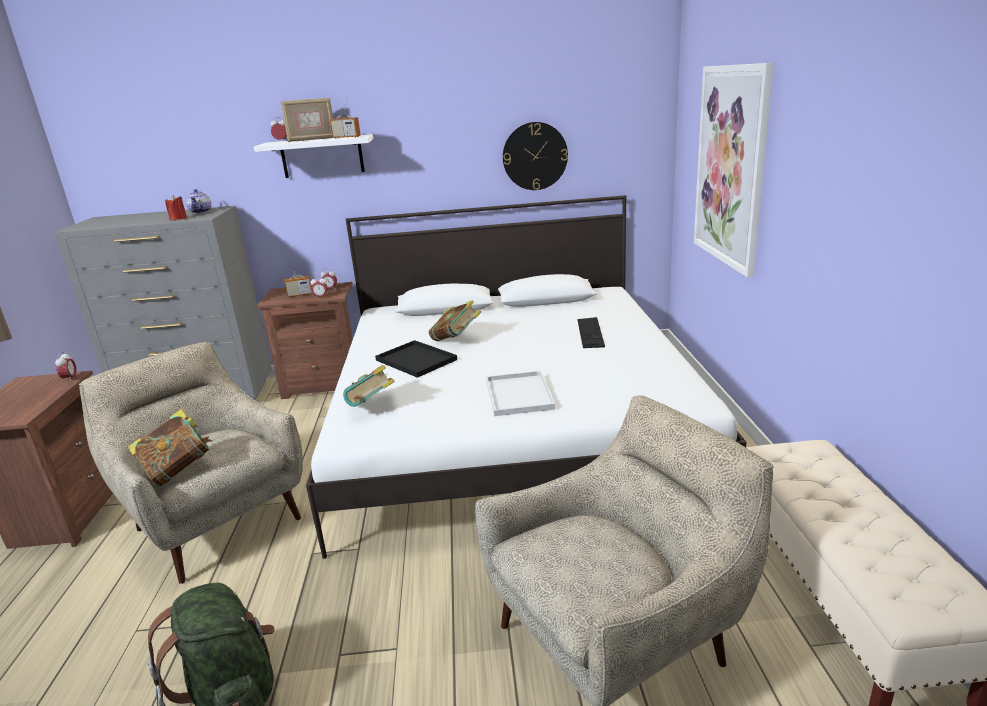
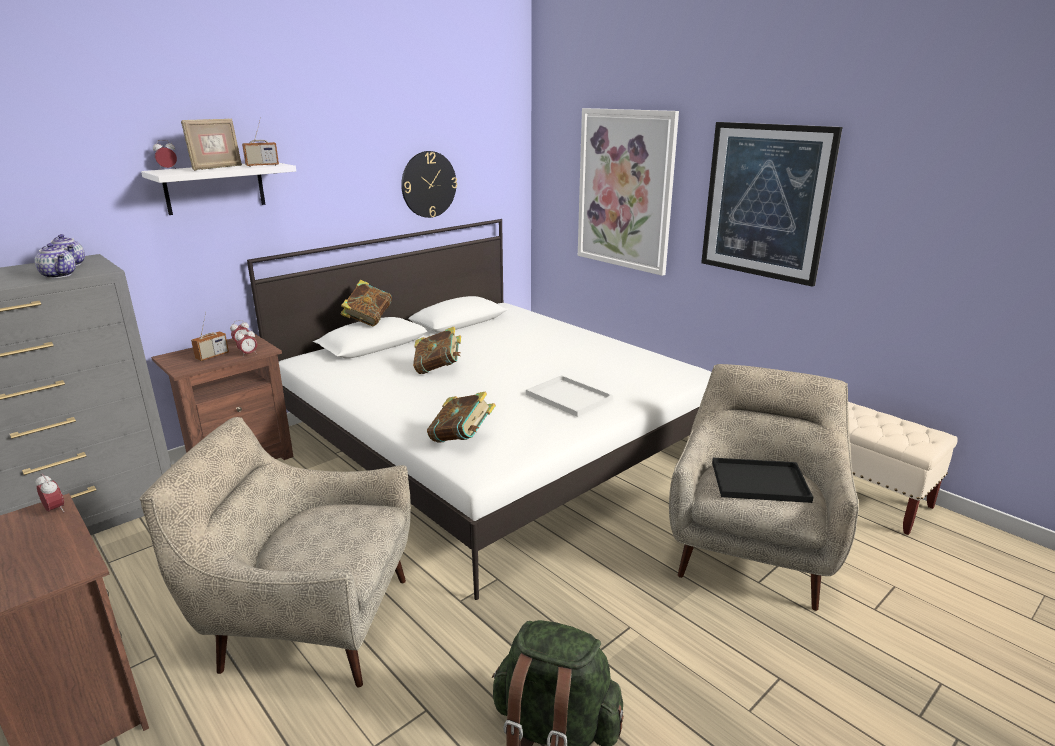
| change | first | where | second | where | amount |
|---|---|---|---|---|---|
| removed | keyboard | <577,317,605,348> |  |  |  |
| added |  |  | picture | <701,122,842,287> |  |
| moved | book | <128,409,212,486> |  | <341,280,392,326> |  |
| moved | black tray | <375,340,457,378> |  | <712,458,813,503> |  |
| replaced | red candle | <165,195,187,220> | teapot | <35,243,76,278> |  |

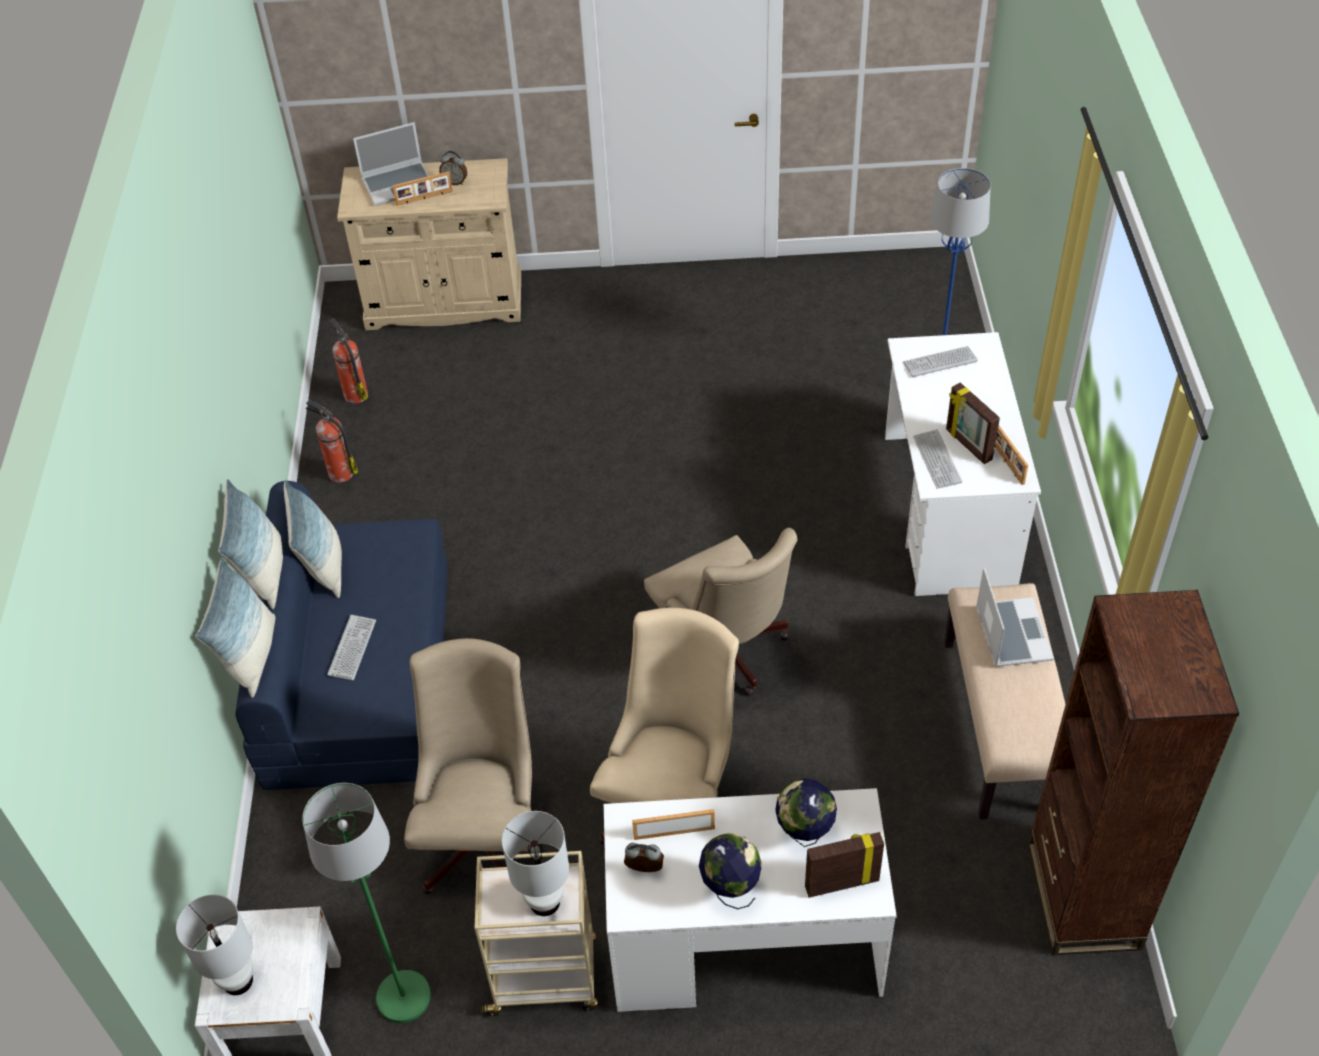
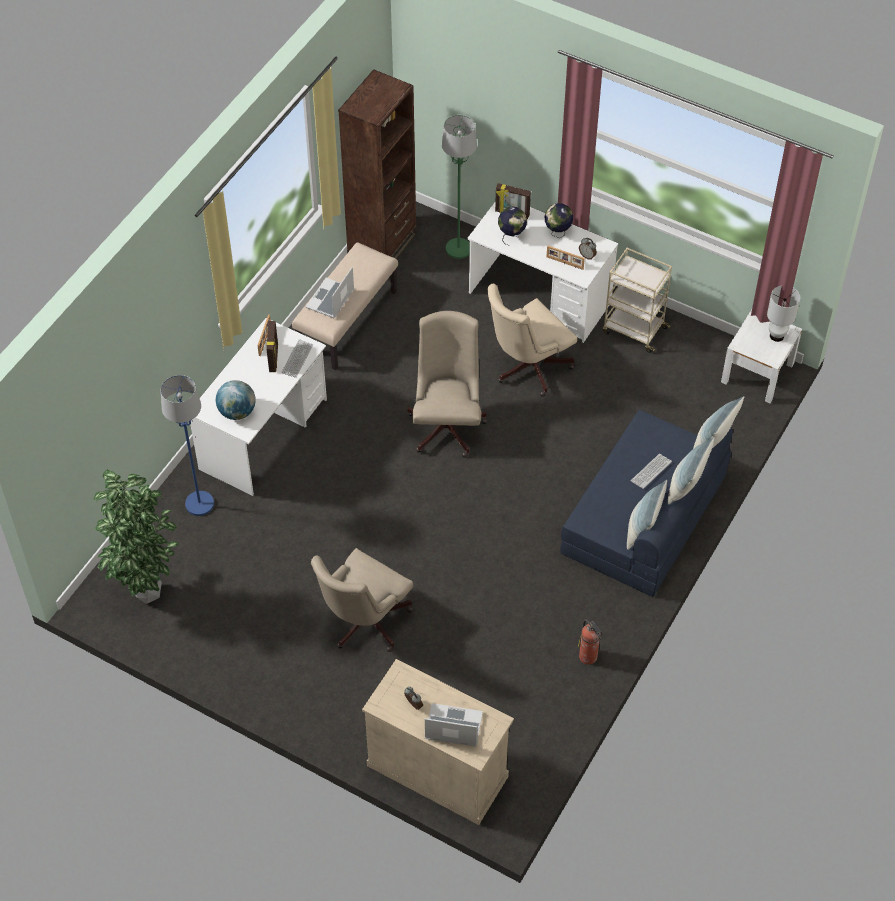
| change | first | where | second | where | amount |
|---|---|---|---|---|---|
| removed | fire extinguisher | <329,318,368,404> |  |  |  |
| removed | picture frame | <392,171,453,206> |  |  |  |
| removed | white table lamp | <502,811,569,916> |  |  |  |
| added |  |  | potted plant | <93,469,179,604> |  |
| moved | green floor lamp | <302,783,431,1023> |  | <442,115,477,259> |  |
| moved | beige office chair | <404,638,553,894> |  | <311,548,413,652> |  |
| replaced | keyboard | <903,346,978,377> | globe | <216,380,256,420> |  |

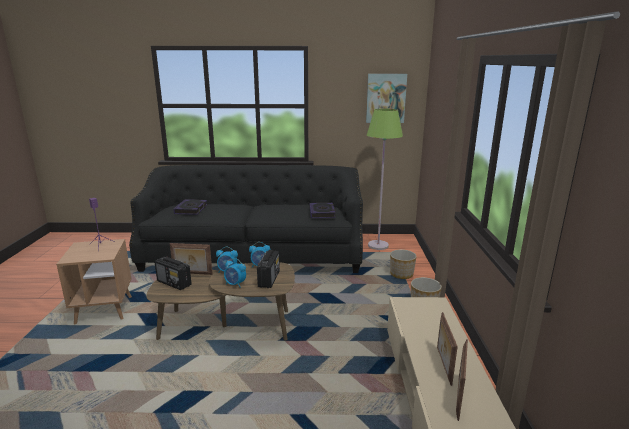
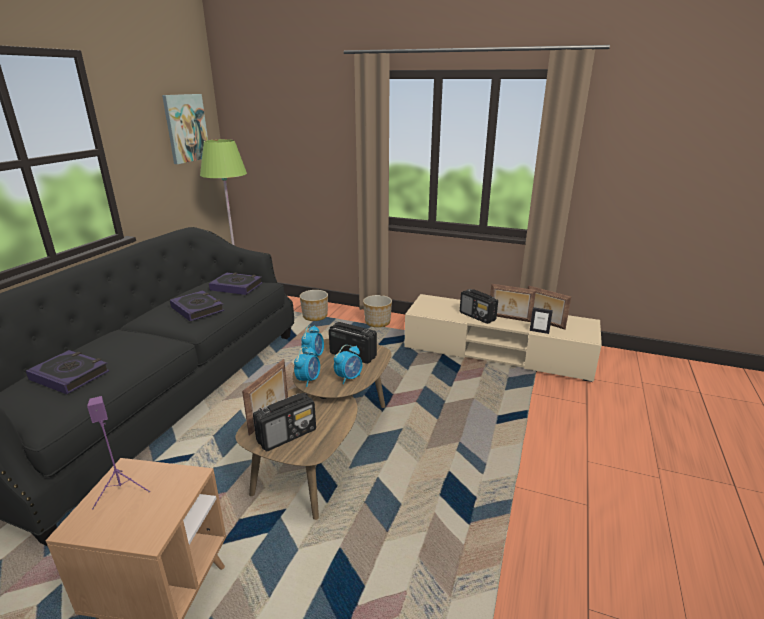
| change | first | where | second | where | amount |
|---|---|---|---|---|---|
| added |  |  | book | <170,291,224,321> |  |
| added |  |  | radio | <460,289,498,324> |  |
| added |  |  | picture frame | <530,307,553,334> |  |

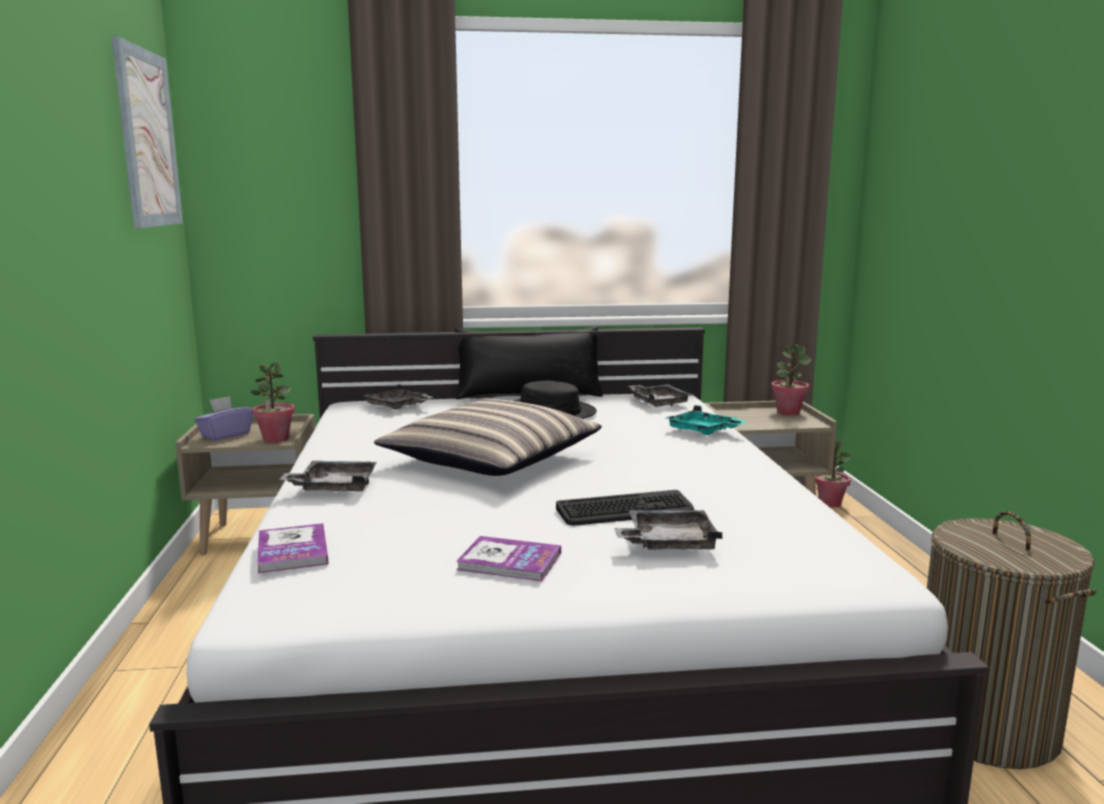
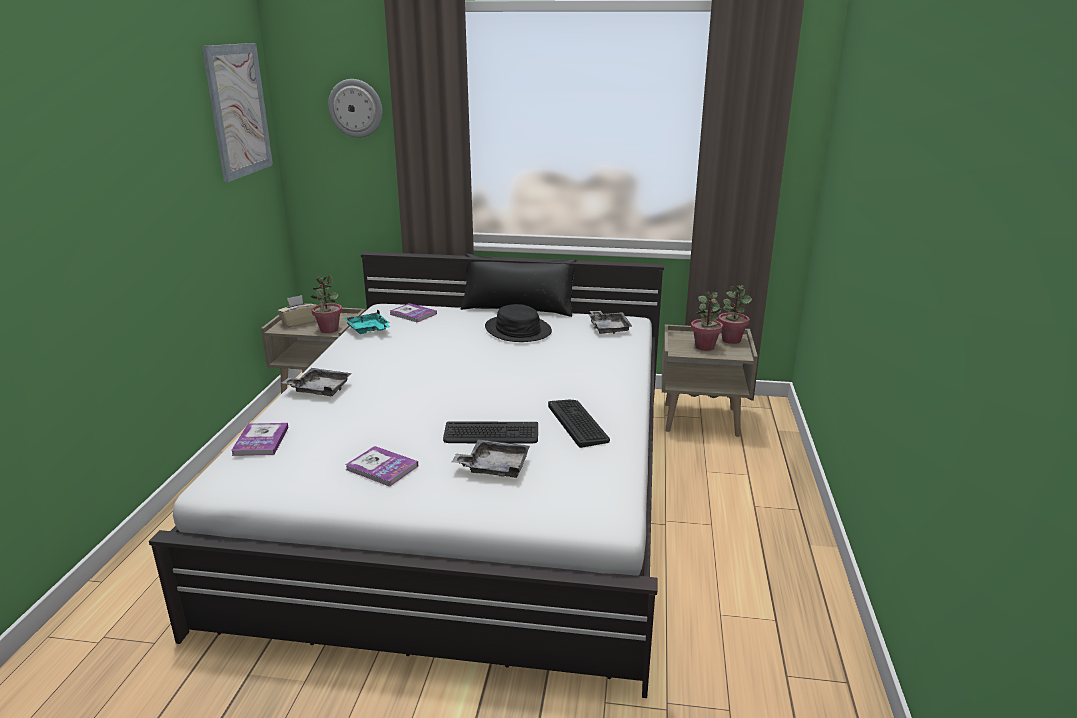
| change | first | where | second | where | amount |
|---|---|---|---|---|---|
| removed | pillow | <374,399,602,476> |  |  |  |
| removed | laundry basket | <927,511,1096,769> |  |  |  |
| added |  |  | wall clock | <328,79,383,138> |  |
| added |  |  | keyboard | <548,400,610,448> |  |
| moved | turquoise tray | <665,405,747,435> |  | <344,309,390,334> |  |
| moved | potted plant | <815,441,851,507> |  | <691,291,723,351> |  |
| replaced | grey tray | <363,384,433,410> | book | <390,303,437,322> |  |
| recoloured | purple tissue box | <194,396,253,441> | beige tissue box | <277,295,316,328> |  |

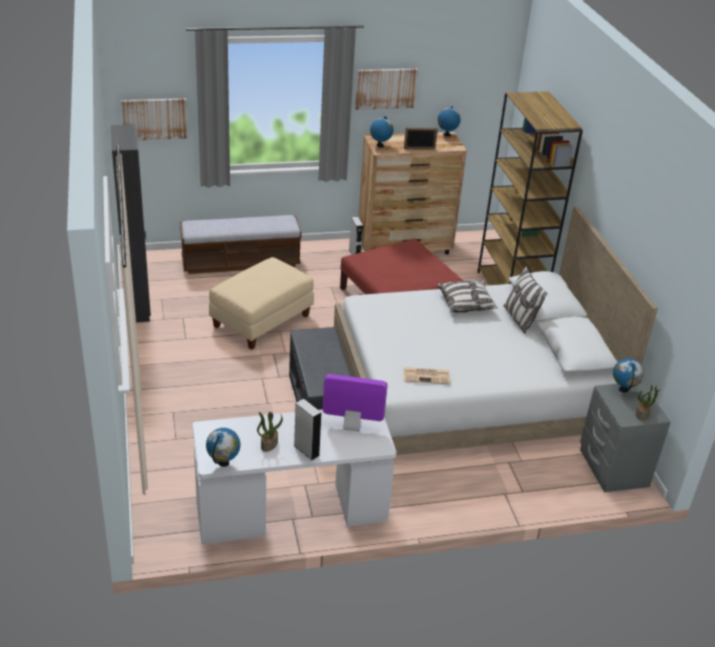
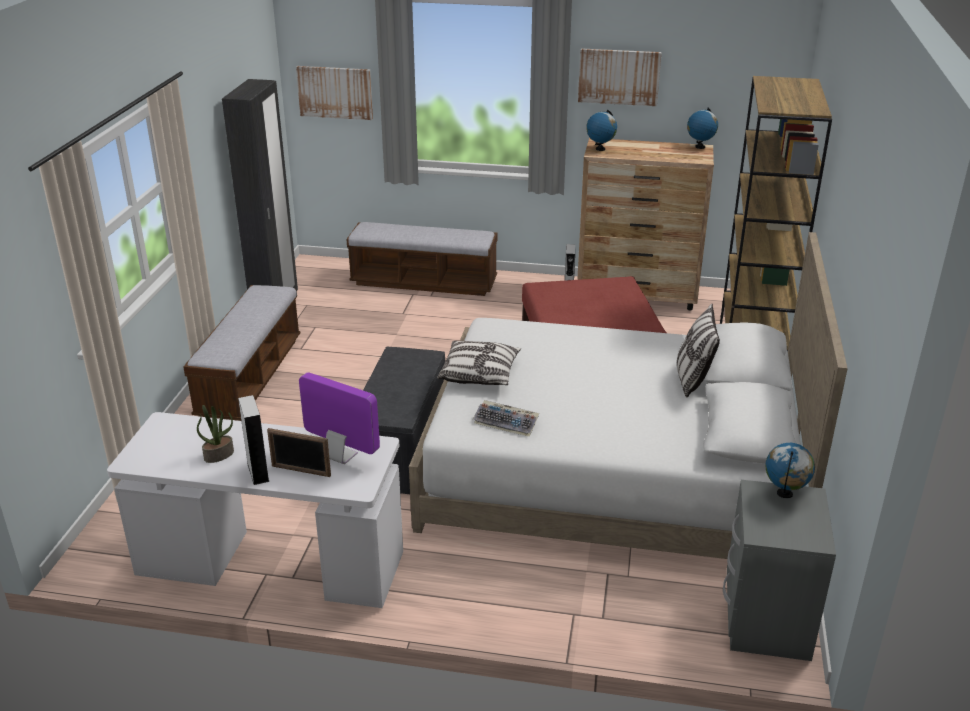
| change | first | where | second | where | amount |
|---|---|---|---|---|---|
| removed | globe | <206,428,240,467> |  |  |  |
| removed | beige ottoman | <209,257,314,350> |  |  |  |
| removed | potted plant | <636,385,662,420> |  |  |  |
| added |  |  | bench | <183,285,300,421> |  |
| moved | picture frame | <404,128,438,150> |  | <267,428,331,477> |  |
| moved | pillow | <437,280,498,312> |  | <437,341,521,385> |  |
| replaced | newspaper | <404,367,450,384> | keyboard | <473,400,539,437> |  |

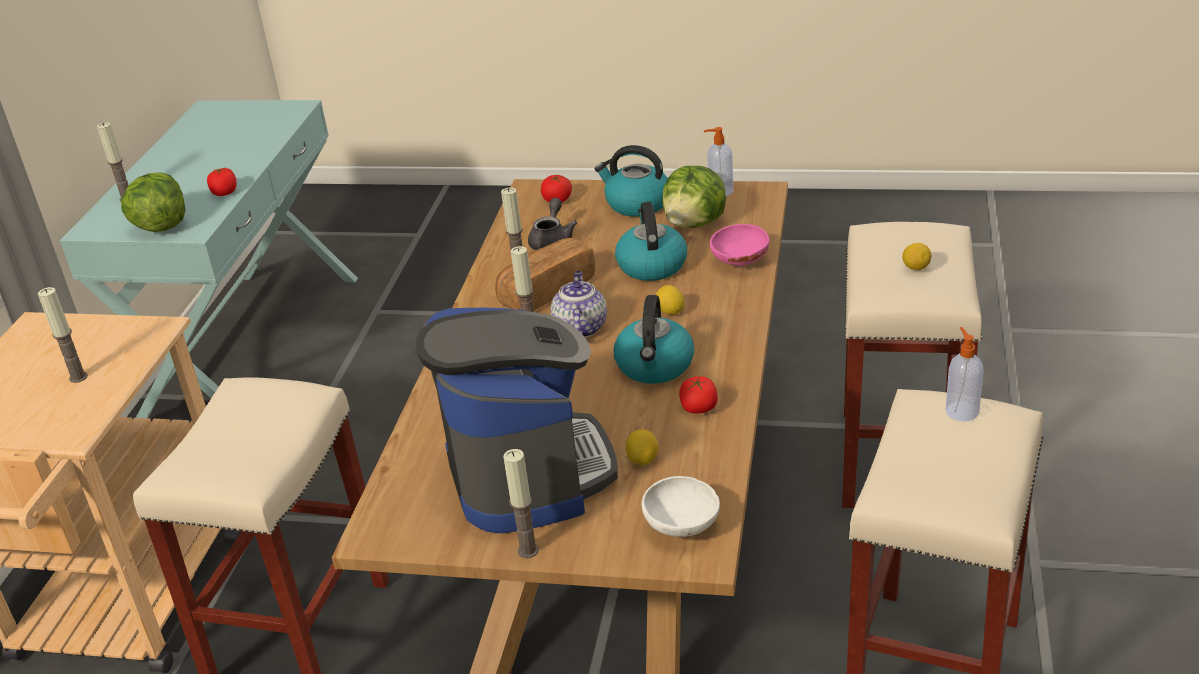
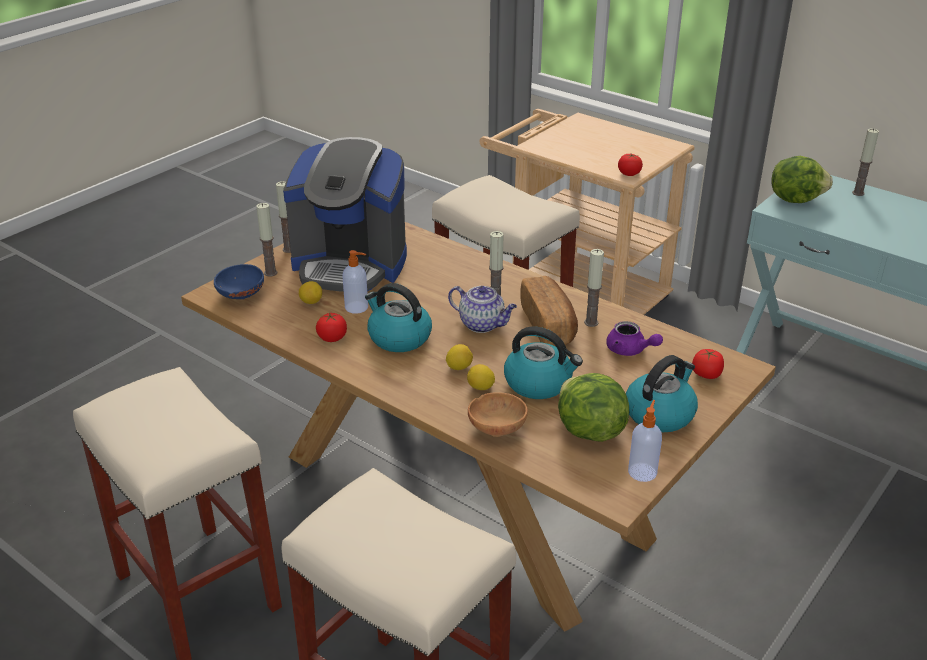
| change | first | where | second | where | amount |
|---|---|---|---|---|---|
| moved | candle | <38,287,88,383> |  | <256,203,278,276> |  |
| moved | tomato | <207,167,237,196> |  | <618,154,643,176> |  |
| moved | lemon | <902,243,931,270> |  | <467,364,495,390> |  |
| moved | soap dispenser | <946,327,984,421> |  | <342,250,368,314> |  |
| recoloured | grey teapot | <528,198,577,250> | purple teapot | <606,321,663,356> |  |
| recoloured | white bowl | <641,476,720,537> | blue bowl | <214,264,264,299> |  |
| recoloured | pink bowl | <710,224,769,266> | brown bowl | <468,392,528,437> |  |

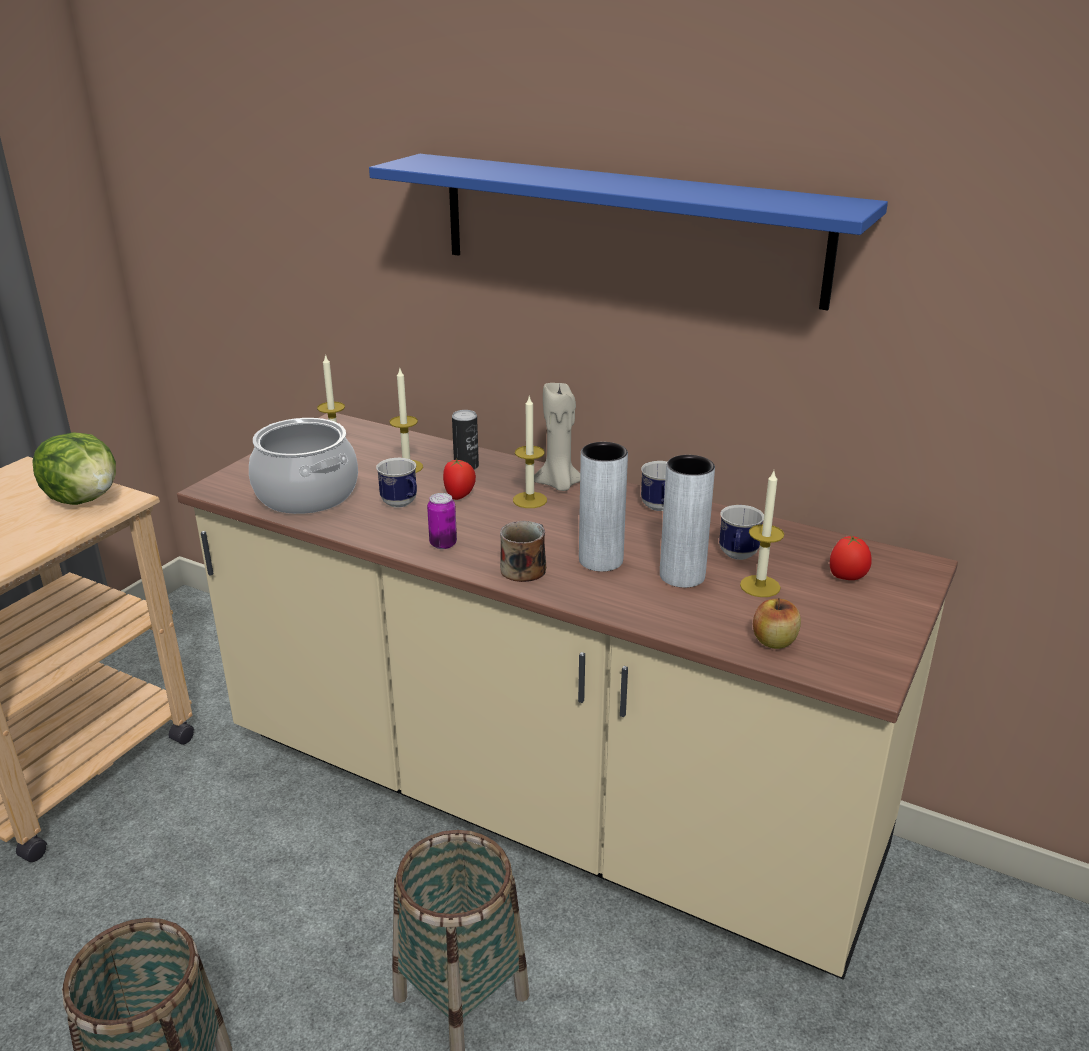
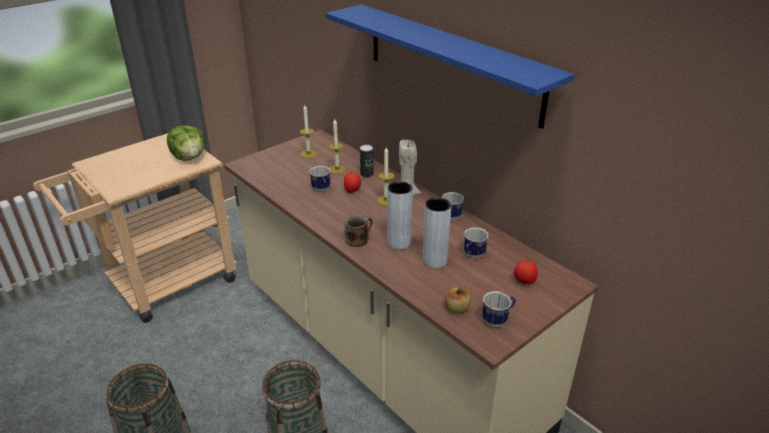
| change | first | where | second | where | amount |
|---|---|---|---|---|---|
| removed | cooking pot | <249,418,358,514> |  |  |  |
| removed | can | <427,493,457,549> |  |  |  |
| removed | candle | <740,471,784,597> |  |  |  |
| added |  |  | mug | <482,291,516,327> |  |

